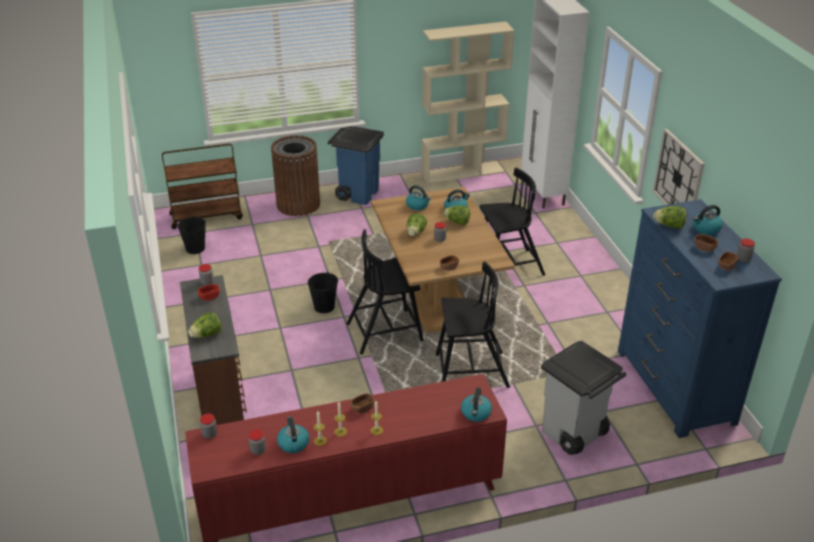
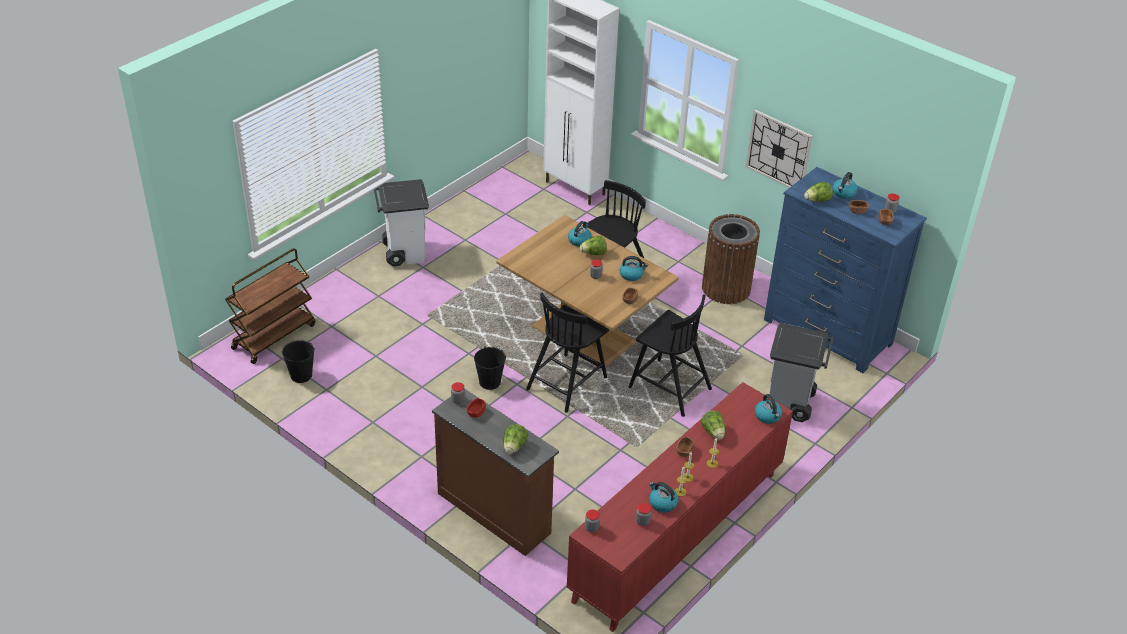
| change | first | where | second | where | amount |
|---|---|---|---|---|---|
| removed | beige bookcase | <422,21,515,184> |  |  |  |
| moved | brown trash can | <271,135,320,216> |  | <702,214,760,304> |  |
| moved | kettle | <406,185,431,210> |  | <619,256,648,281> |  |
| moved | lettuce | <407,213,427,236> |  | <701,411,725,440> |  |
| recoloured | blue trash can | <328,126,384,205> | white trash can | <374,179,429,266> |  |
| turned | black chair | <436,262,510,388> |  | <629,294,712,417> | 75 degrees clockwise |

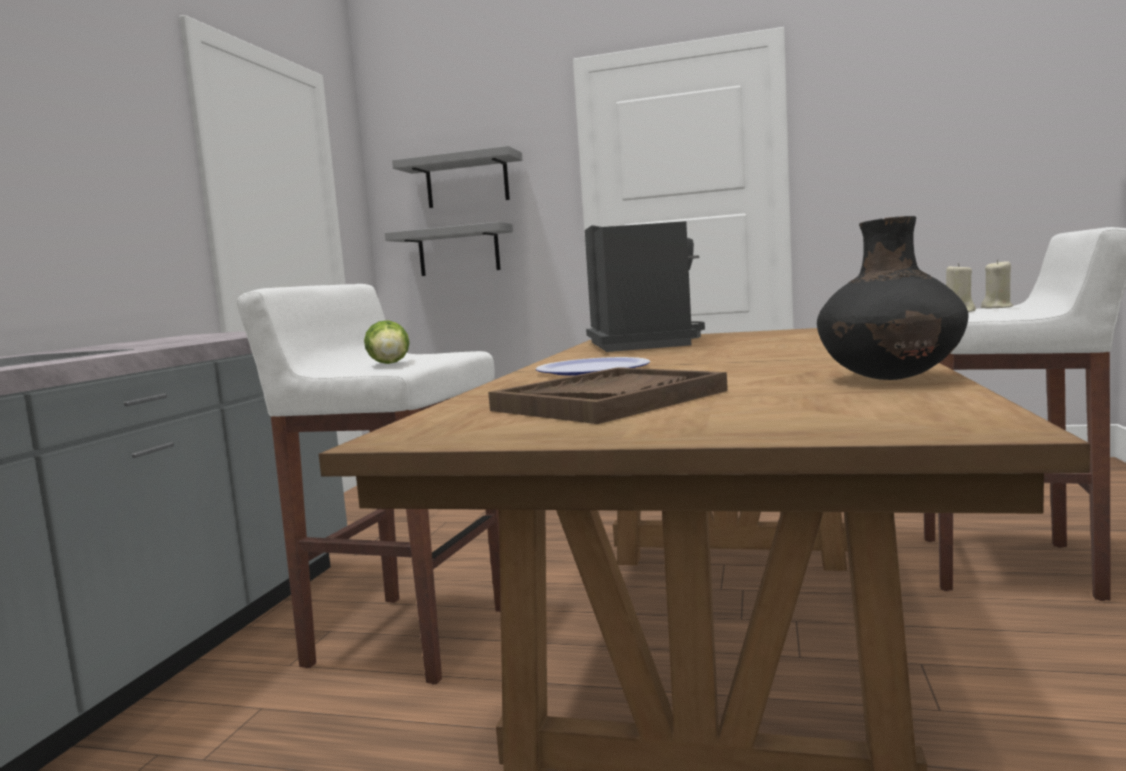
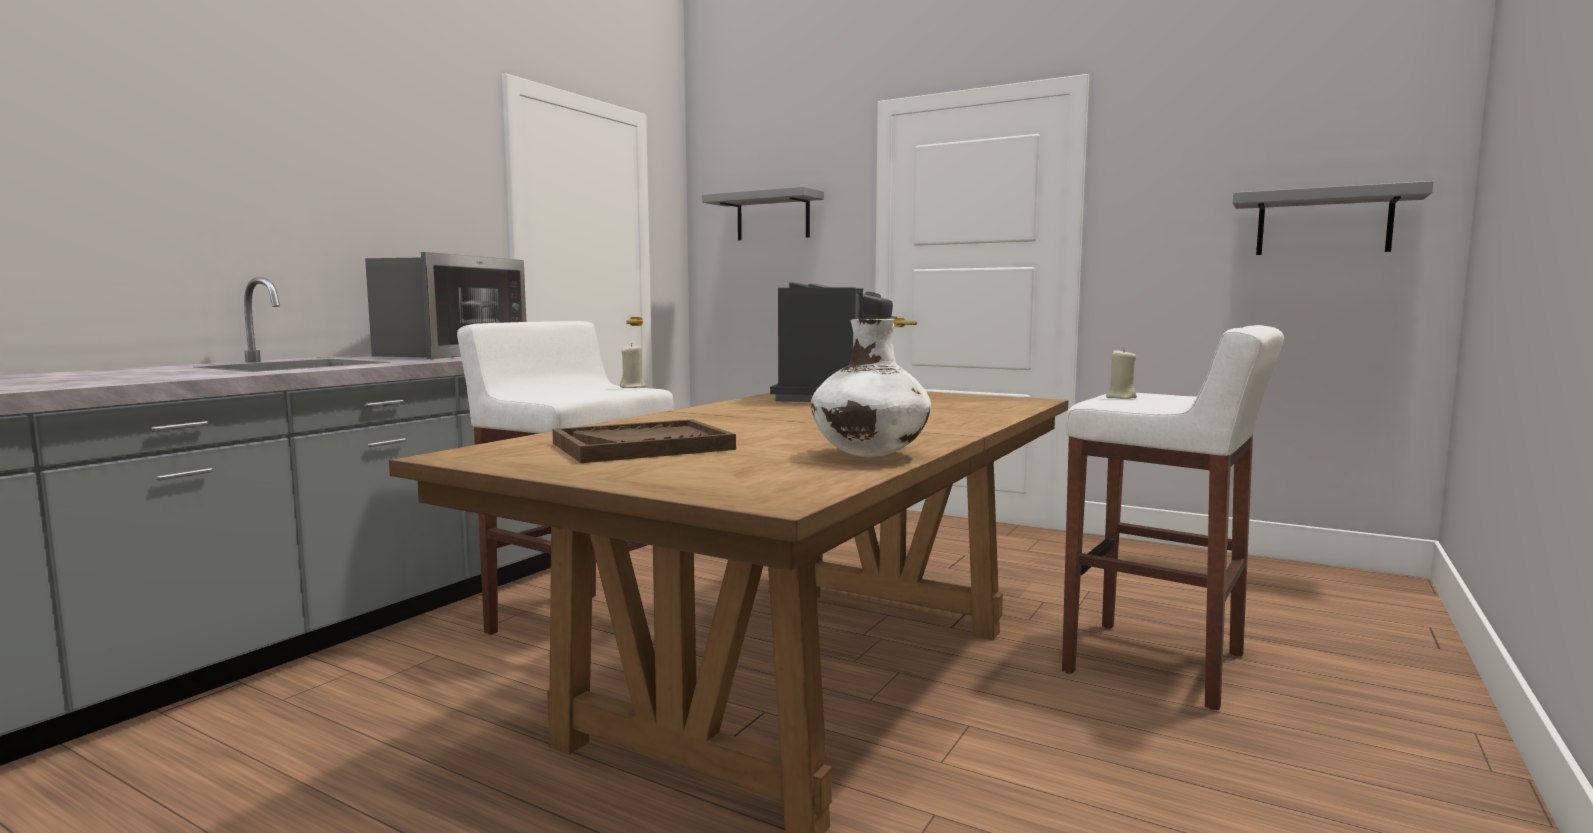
| change | first | where | second | where | amount |
|---|---|---|---|---|---|
| removed | lettuce | <364,320,410,364> |  |  |  |
| removed | plate | <536,357,650,376> |  |  |  |
| added |  |  | microwave | <365,252,526,359> |  |
| moved | grey shelf | <385,222,513,276> |  | <1233,181,1433,255> |  |
| moved | beige candle | <981,259,1014,309> |  | <620,343,647,388> |  |
| recoloured | black vase | <817,216,969,380> | white vase | <811,319,931,457> |  |

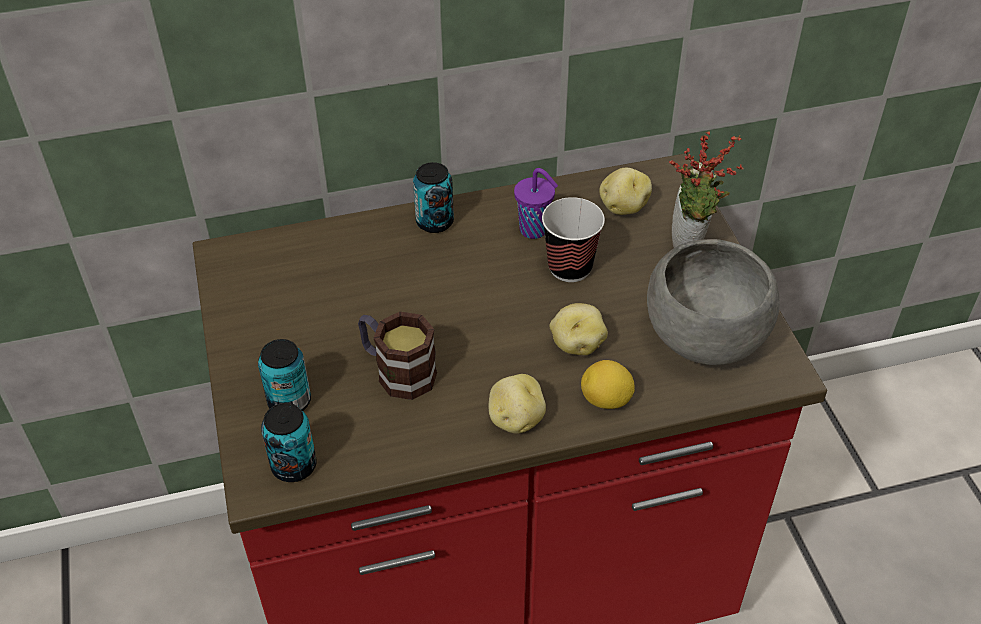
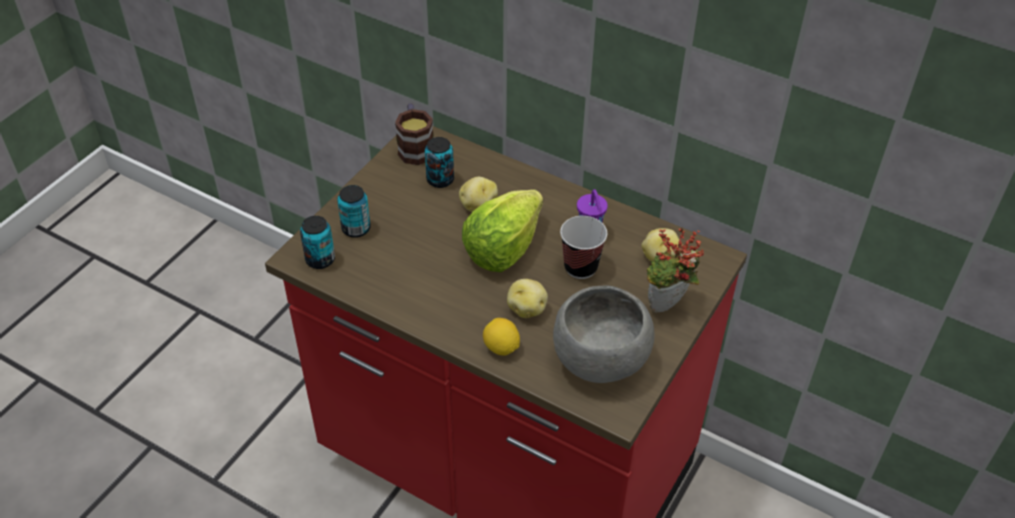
| change | first | where | second | where | amount |
|---|---|---|---|---|---|
| added |  |  | lettuce | <462,190,543,272> |  |
| moved | mug | <358,312,437,400> |  | <395,103,434,165> |  |
| moved | can | <413,162,454,233> |  | <425,137,454,188> |  |
| moved | potato | <488,374,546,434> |  | <459,177,498,212> |  |

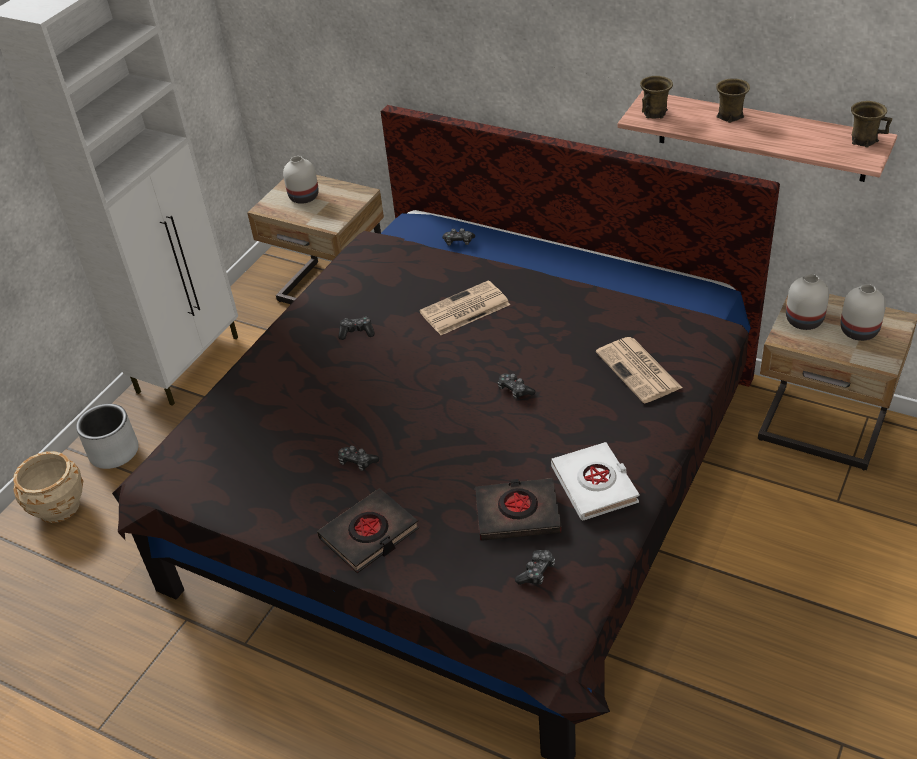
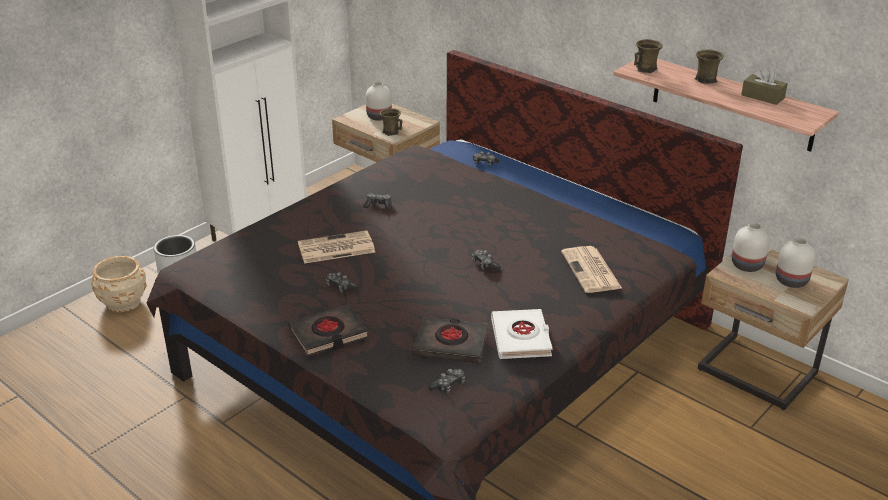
| change | first | where | second | where | amount |
|---|---|---|---|---|---|
| added |  |  | brown tissue box | <741,67,788,105> |  |
| moved | newspaper | <419,281,510,335> |  | <298,230,375,264> |  |
| moved | brown mug | <851,101,892,147> |  | <380,108,403,136> |  |

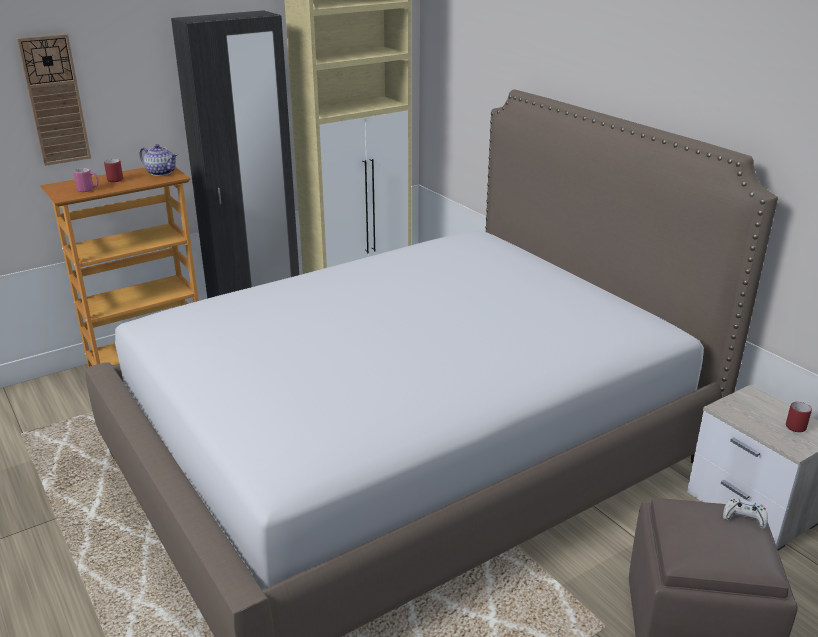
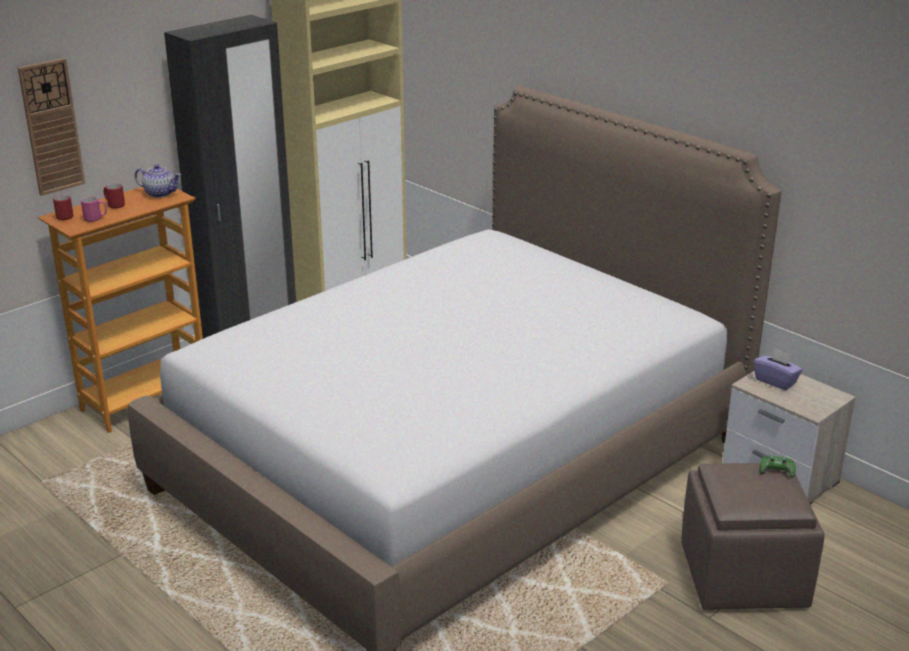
| change | first | where | second | where | amount |
|---|---|---|---|---|---|
| added |  |  | purple tissue box | <754,348,803,390> |  |
| moved | red mug | <786,402,812,432> |  | <53,195,73,220> |  |
| recoloured | white game controller | <723,498,768,529> | green game controller | <759,456,796,478> |  |

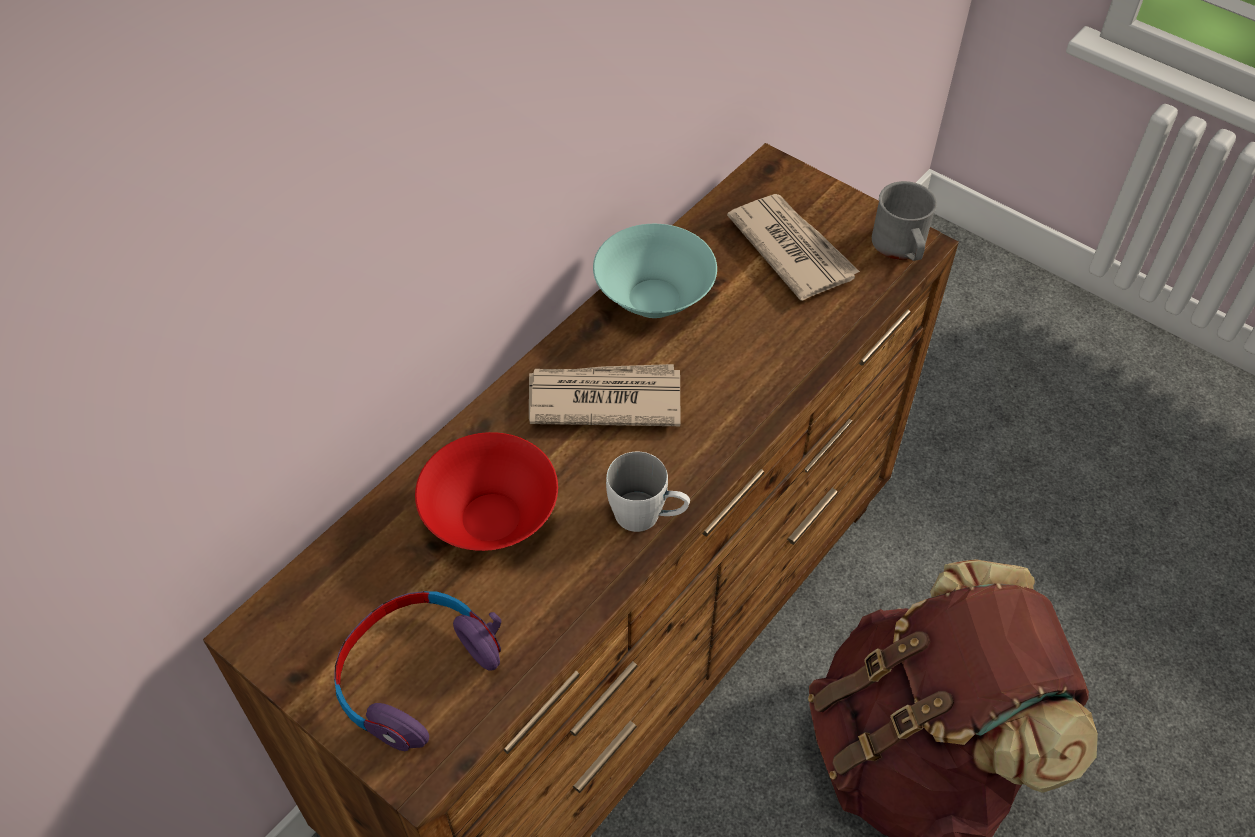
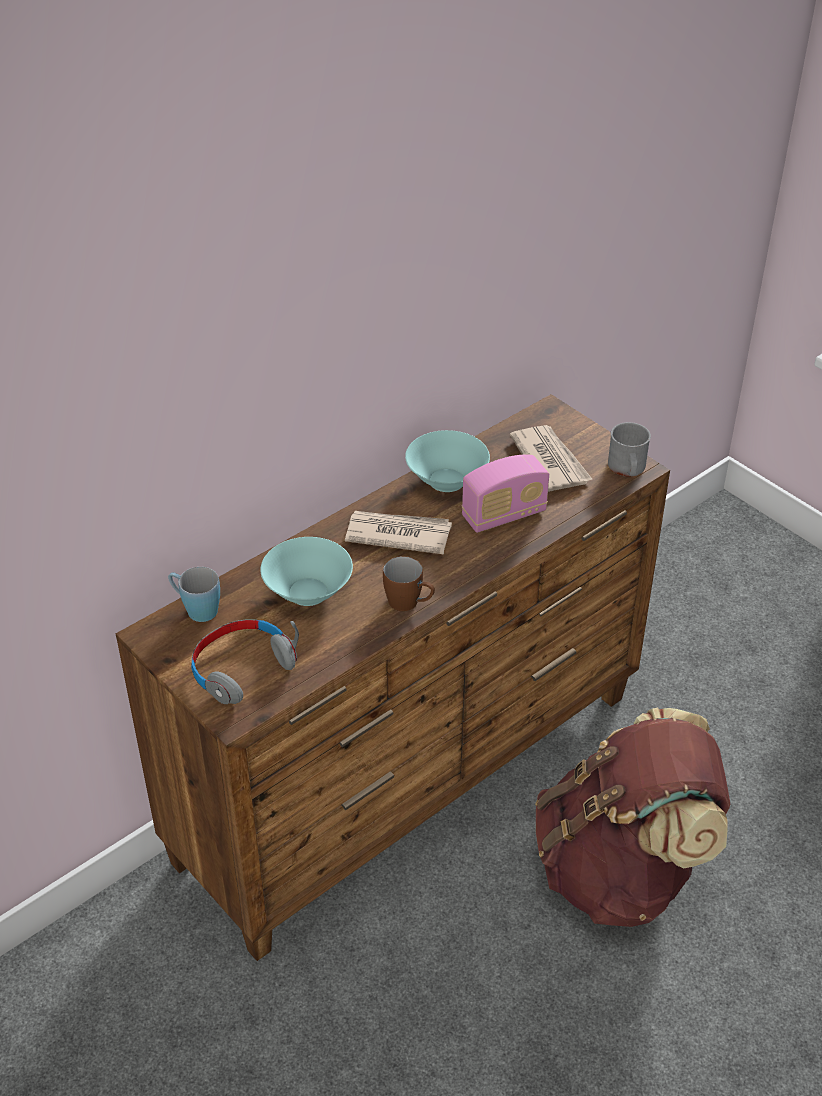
| change | first | where | second | where | amount |
|---|---|---|---|---|---|
| added |  |  | blue mug | <168,567,220,622> |  |
| added |  |  | radio | <462,455,549,533> |  |
| recoloured | purple headphones | <334,591,501,751> | grey headphones | <191,619,299,704> |  |
| recoloured | red bowl | <415,432,558,551> | turquoise bowl | <260,537,353,606> |  |
| recoloured | white mug | <606,452,690,532> | brown mug | <383,556,435,611> |  |

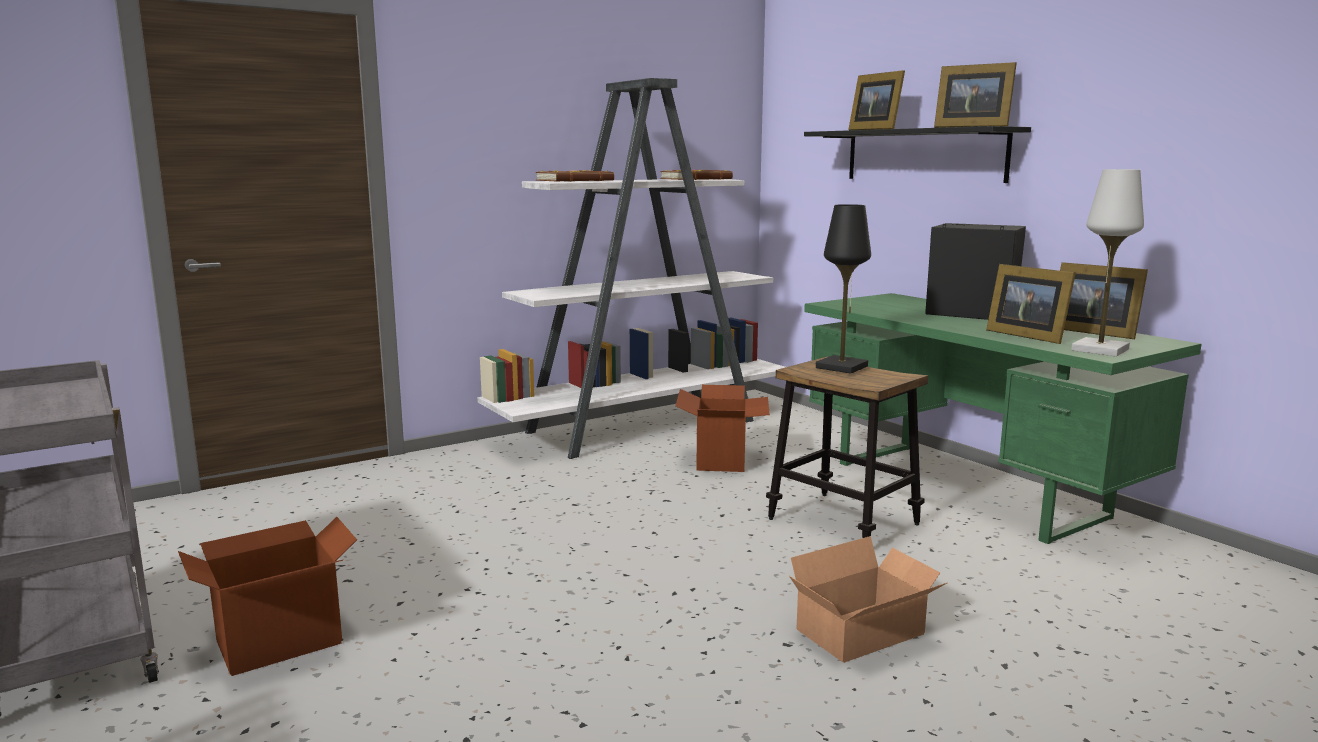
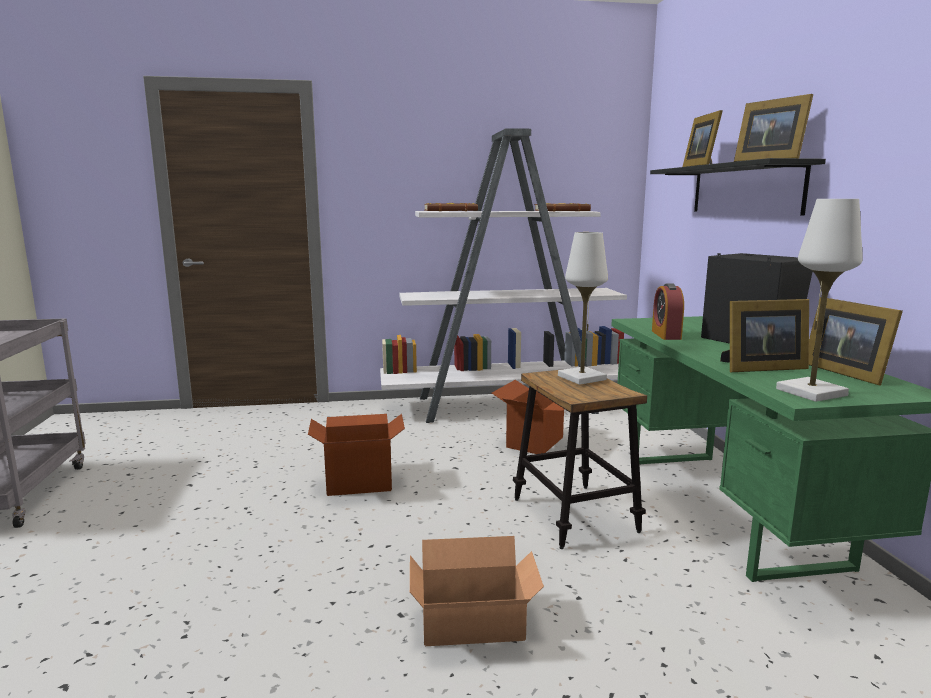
| change | first | where | second | where | amount |
|---|---|---|---|---|---|
| added |  |  | alarm clock | <652,283,684,340> |  |
| moved | cardboard box | <178,517,357,676> |  | <308,414,405,496> |  |
| recoloured | black table lamp | <816,204,871,374> | white table lamp | <558,232,608,385> |  |
| turned | picture frame | <986,264,1076,344> |  | <720,299,809,372> | 90 degrees counterclockwise |

